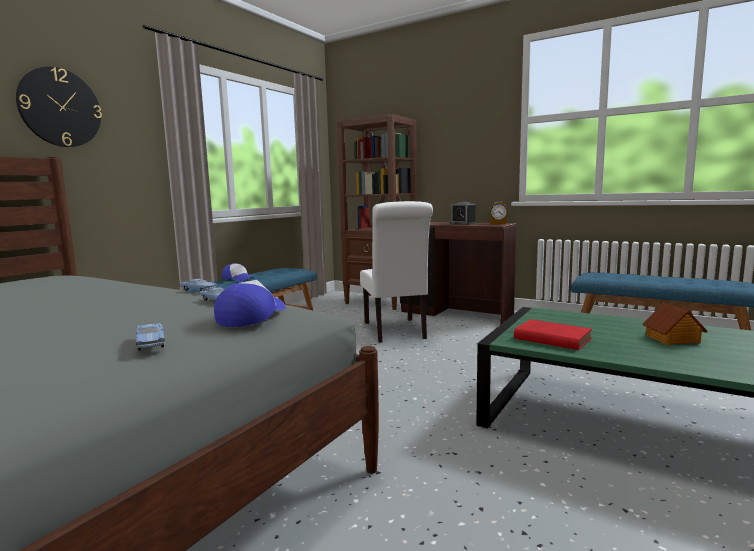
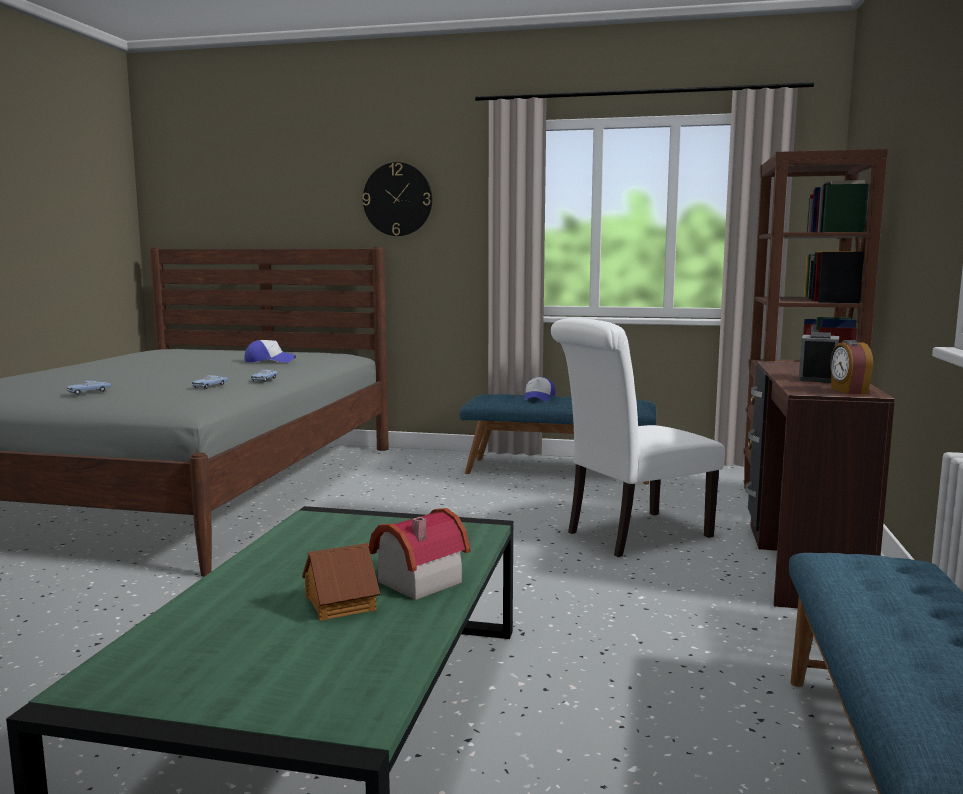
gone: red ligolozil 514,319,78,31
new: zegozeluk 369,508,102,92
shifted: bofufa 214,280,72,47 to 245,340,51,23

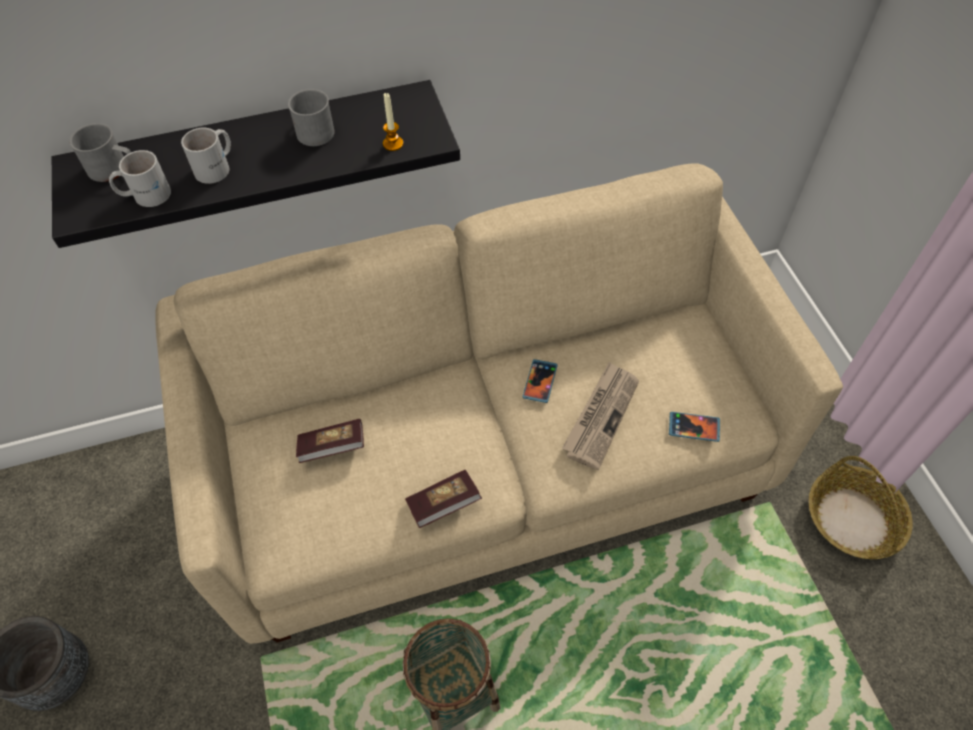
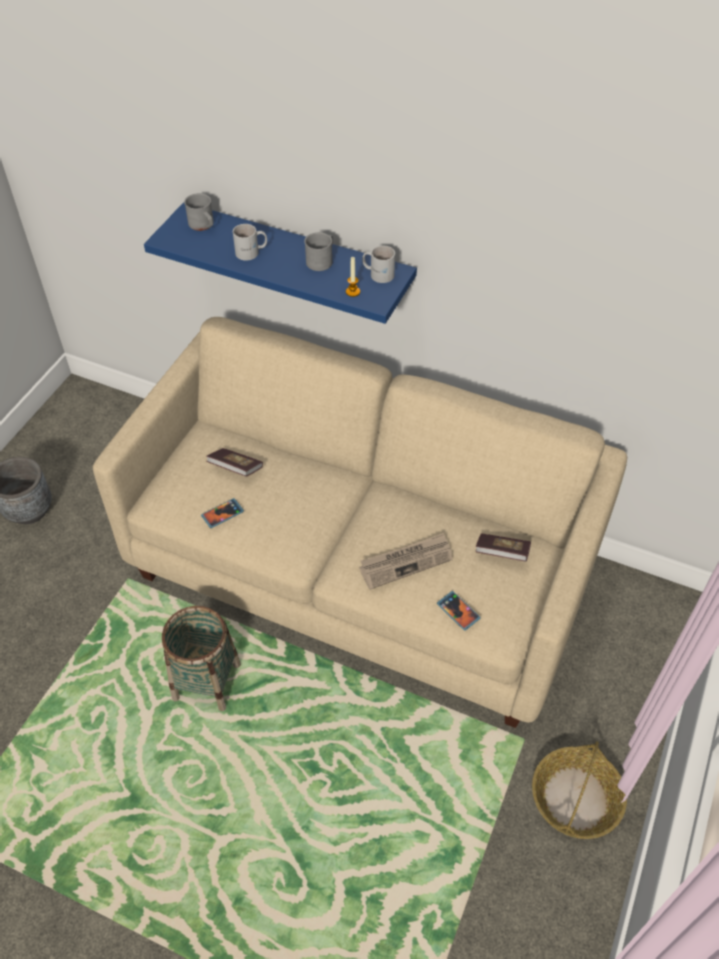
shifted: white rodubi 109,150,62,57 to 362,246,33,37; ligolozil 405,470,77,58 to 475,533,56,29; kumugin 523,359,34,44 to 201,498,43,30
repainted: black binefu 52,80,408,168 to blue binefu 144,202,273,122

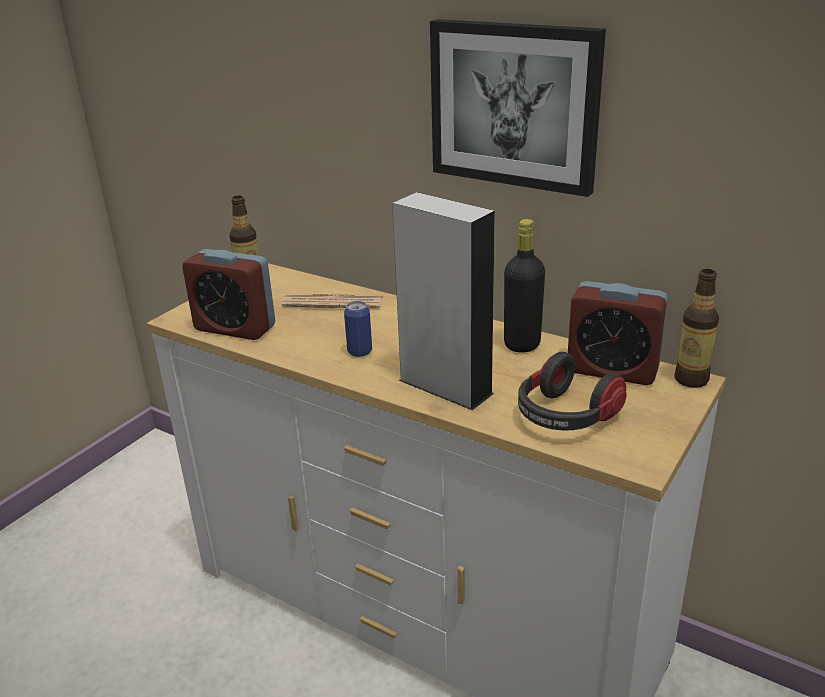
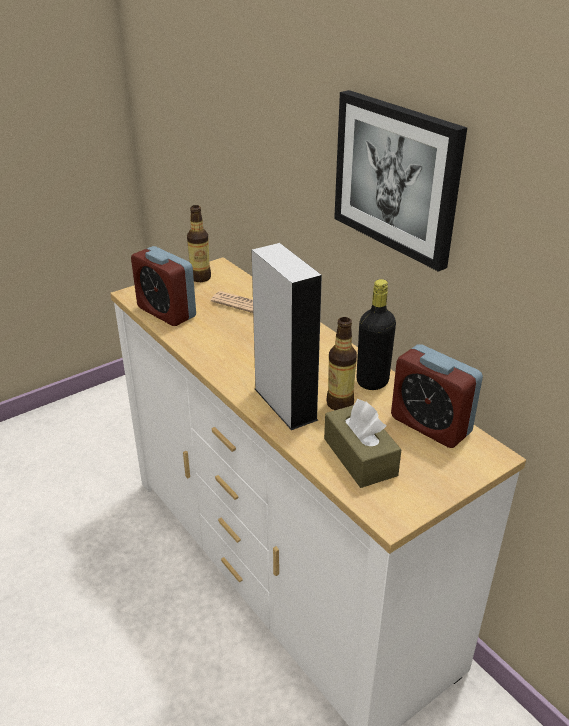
gone: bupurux 344,301,28,56
shifted: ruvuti 674,269,45,119 to 326,317,31,93
swapped: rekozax 518,352,108,79 to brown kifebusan 324,399,78,89

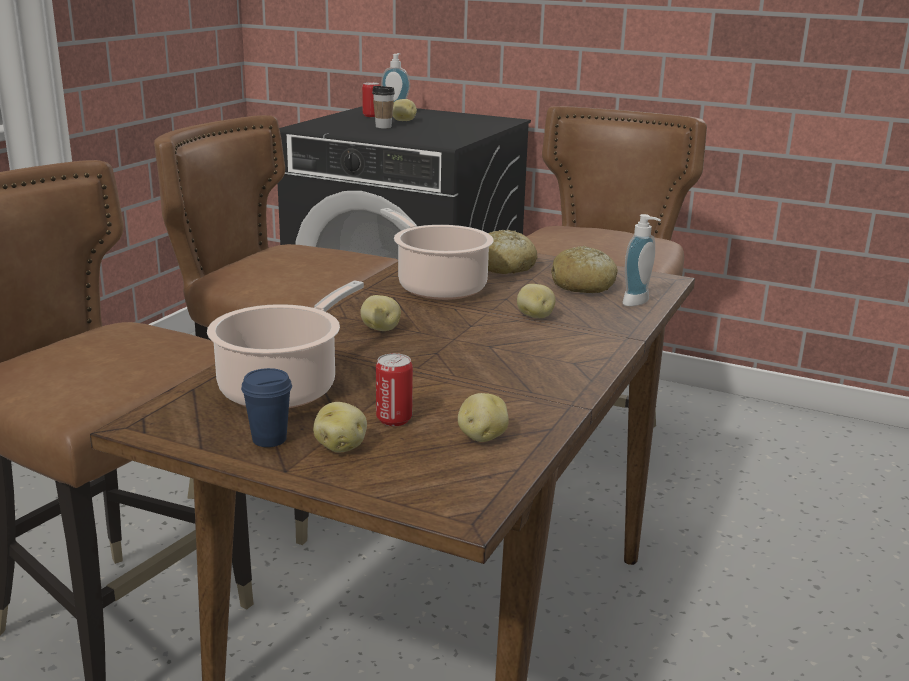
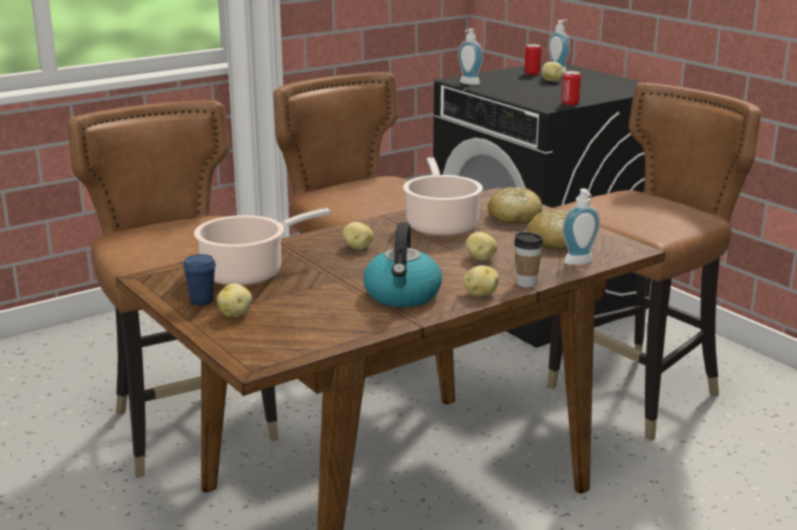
new: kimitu 363,222,79,85; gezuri 458,29,25,56
shifted: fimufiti 372,86,23,42 to 514,232,29,55; bupurux 376,353,37,73 to 562,71,19,35; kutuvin 458,393,51,49 to 463,265,36,32

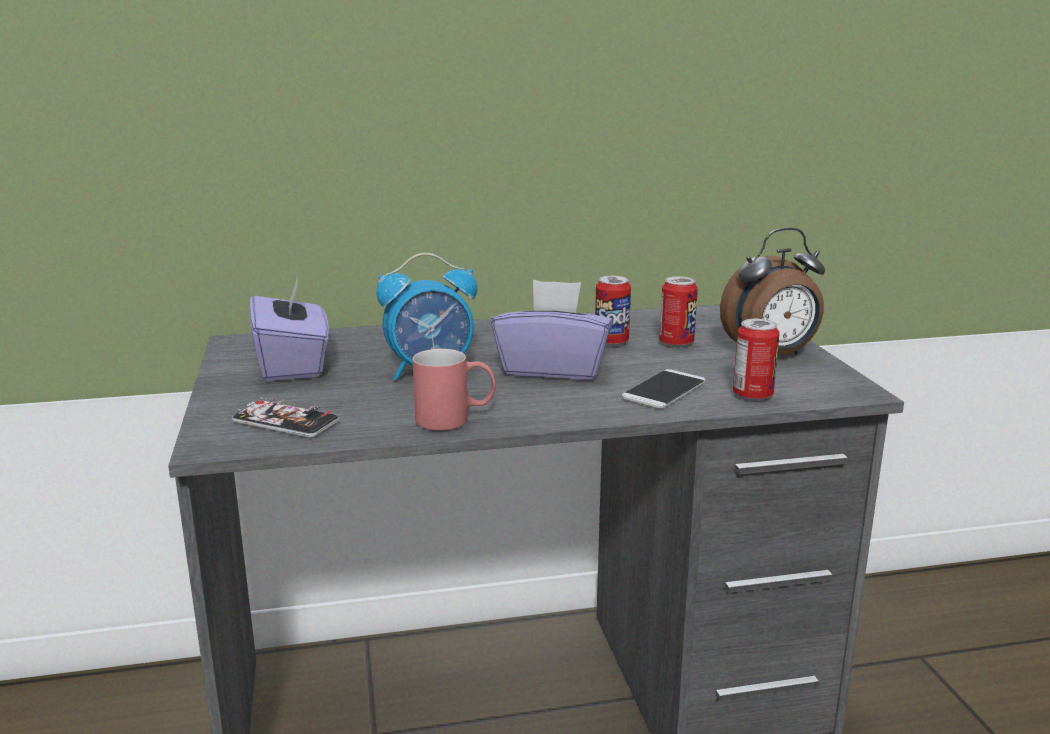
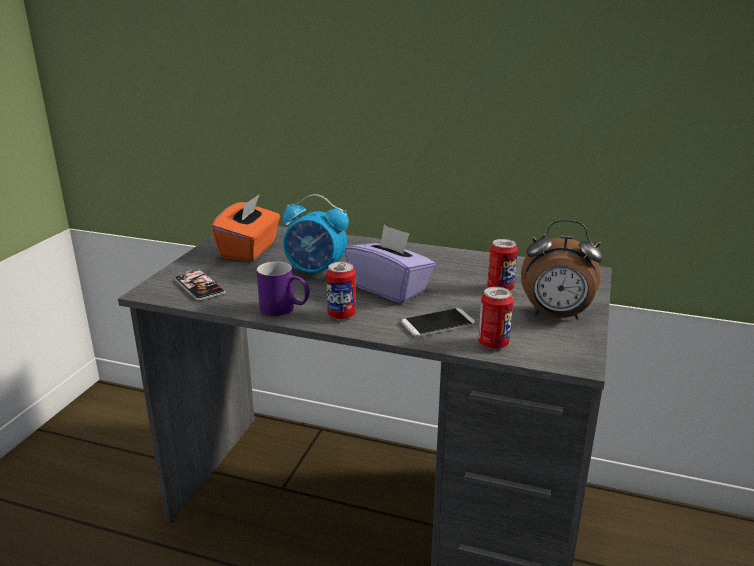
shifted: bupurux 595,276,36,70 to 326,262,30,58
repainted: purple kifebusan 249,276,80,105 to orange kifebusan 211,194,69,67; red rodubi 412,349,84,82 to purple rodubi 257,262,53,54

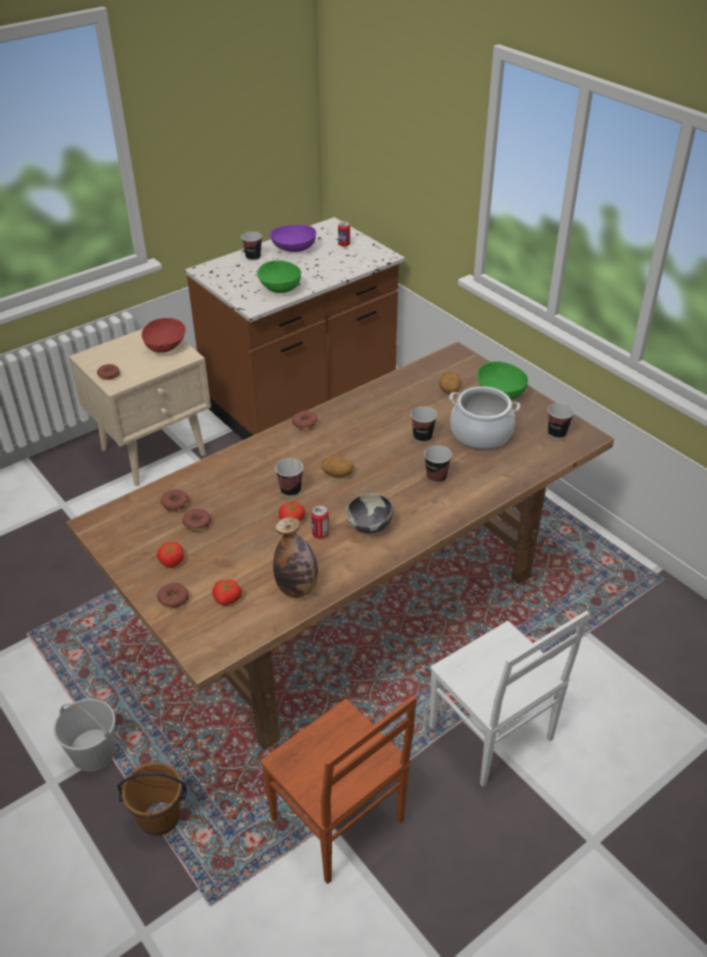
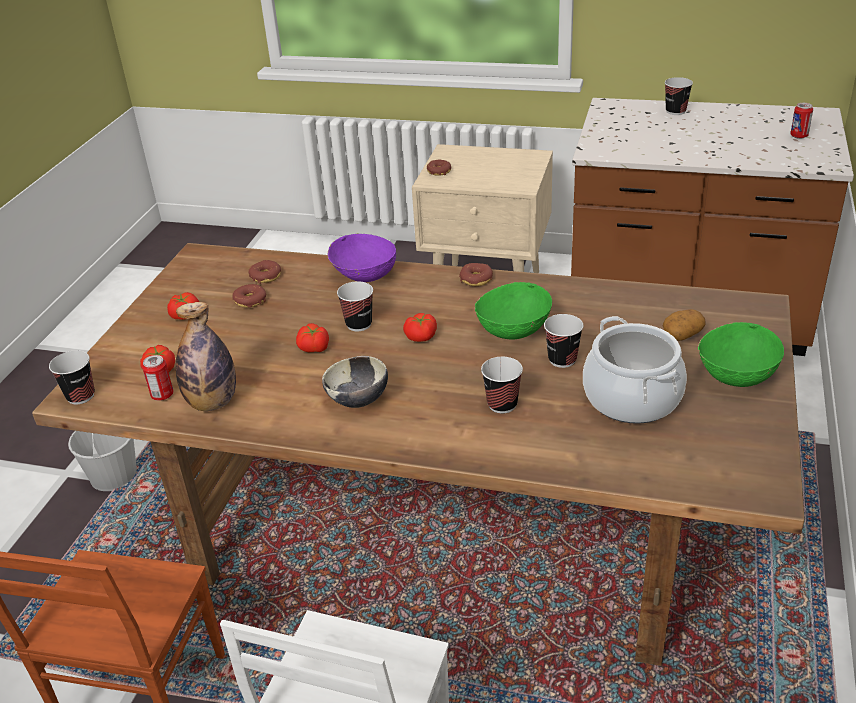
gone: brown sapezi 117,762,70,74; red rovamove 142,318,44,35; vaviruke 157,583,32,26
shifted: green rovamove 257,260,44,33 to 474,282,78,58; purple rovamove 270,225,46,27 to 327,234,69,48; bupurux 311,505,18,34 to 142,355,32,46; fimufiti 548,403,26,36 to 49,350,46,54
swapped: kutuvin 321,457,33,20 to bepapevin 403,313,34,29

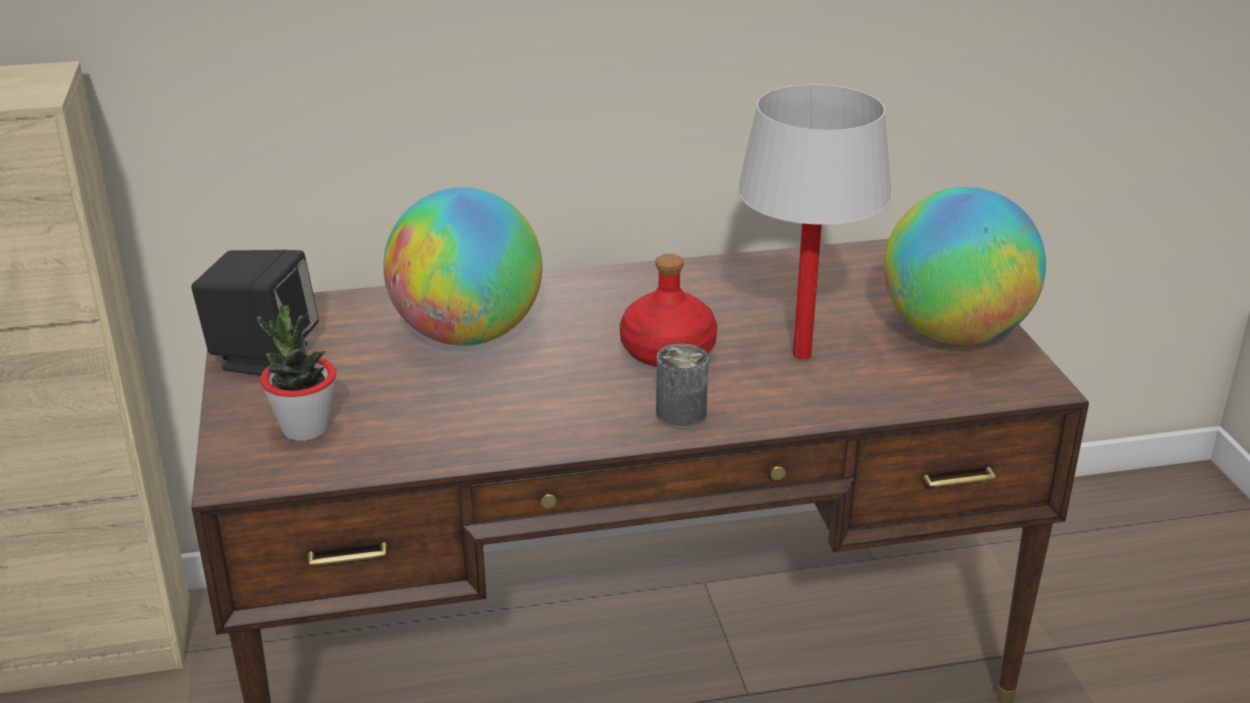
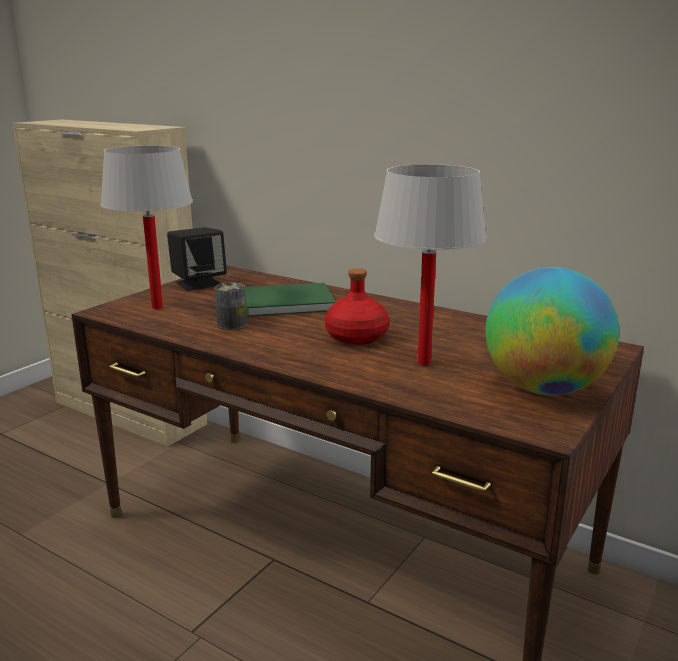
shifted: bupurux 656,344,53,84 to 215,282,32,48
swapped: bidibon 257,305,79,136 to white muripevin 100,146,93,163; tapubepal 383,188,159,158 to green ligolozil 245,283,91,33

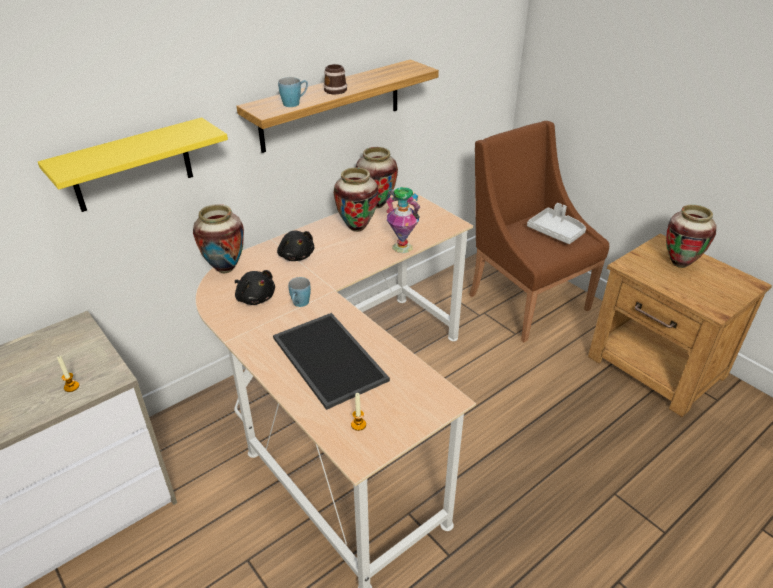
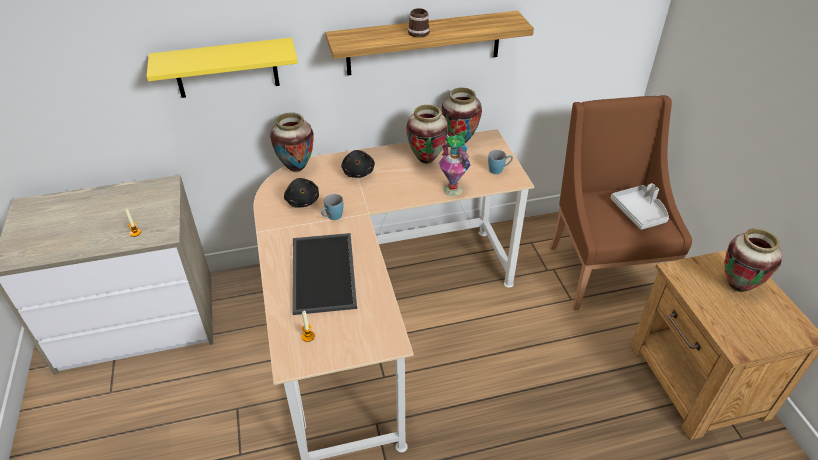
shifted: blue rodubi 278,77,30,30 to 488,150,25,24

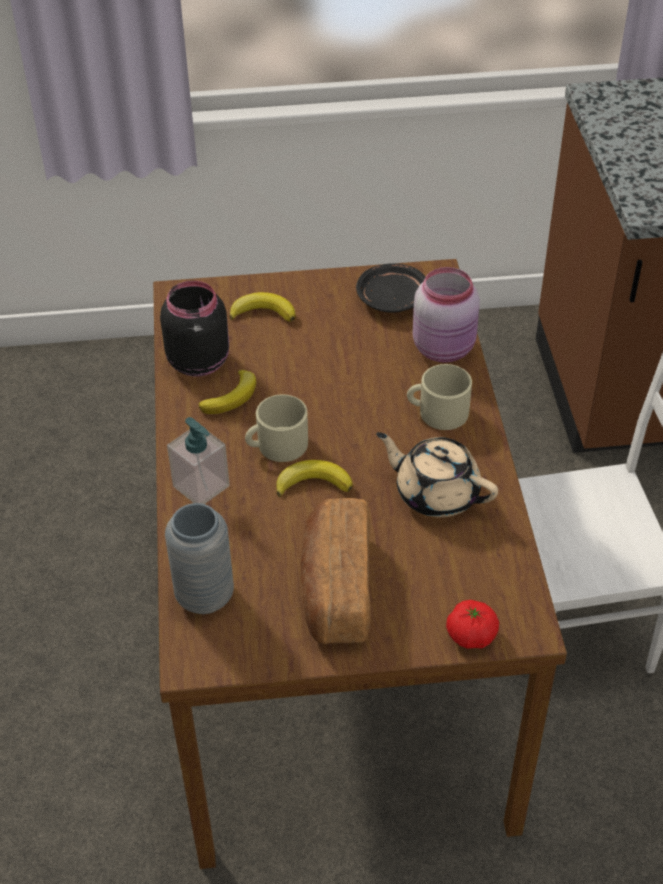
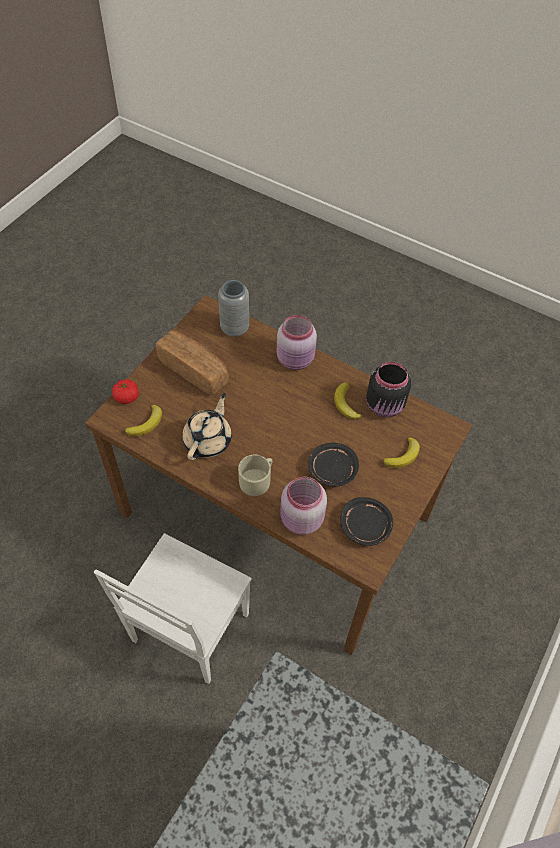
gone: beige rodubi 245,395,63,67
new: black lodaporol 308,443,51,44
shifted: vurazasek 277,460,76,37 to 125,405,37,31
swapped: gezuri 167,417,63,87 to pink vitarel 277,315,40,55
rotated: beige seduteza 376,432,122,85 = 182,393,50,67 45 degrees counterclockwise

